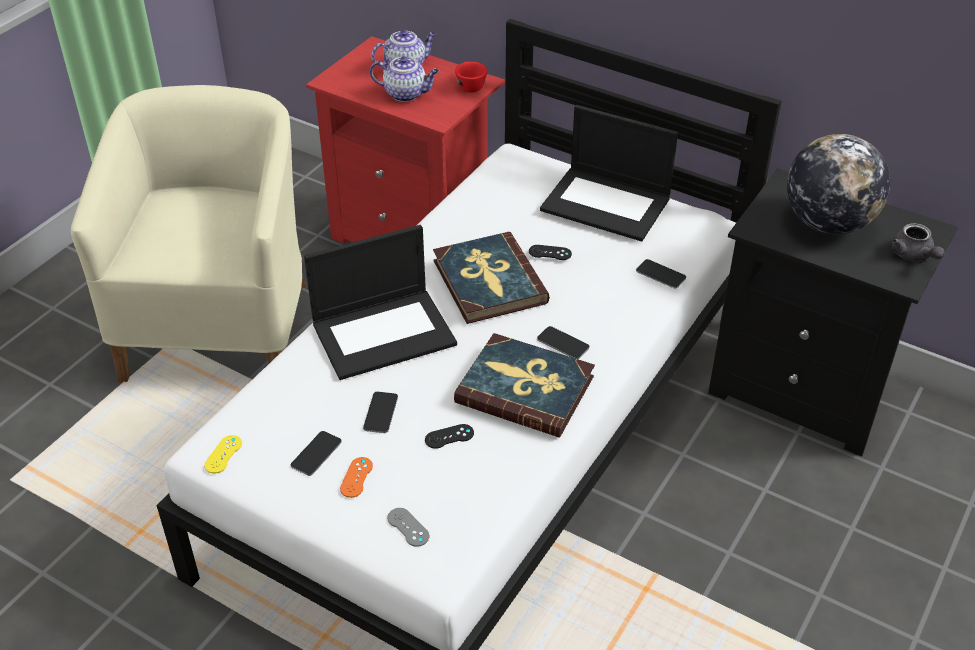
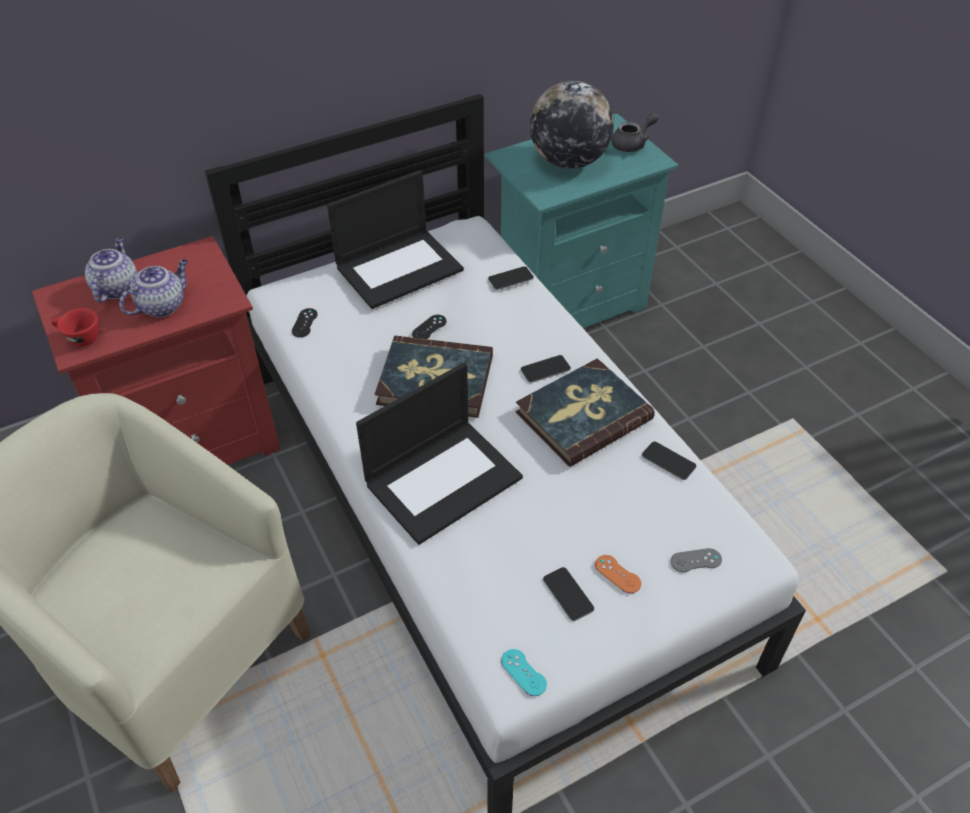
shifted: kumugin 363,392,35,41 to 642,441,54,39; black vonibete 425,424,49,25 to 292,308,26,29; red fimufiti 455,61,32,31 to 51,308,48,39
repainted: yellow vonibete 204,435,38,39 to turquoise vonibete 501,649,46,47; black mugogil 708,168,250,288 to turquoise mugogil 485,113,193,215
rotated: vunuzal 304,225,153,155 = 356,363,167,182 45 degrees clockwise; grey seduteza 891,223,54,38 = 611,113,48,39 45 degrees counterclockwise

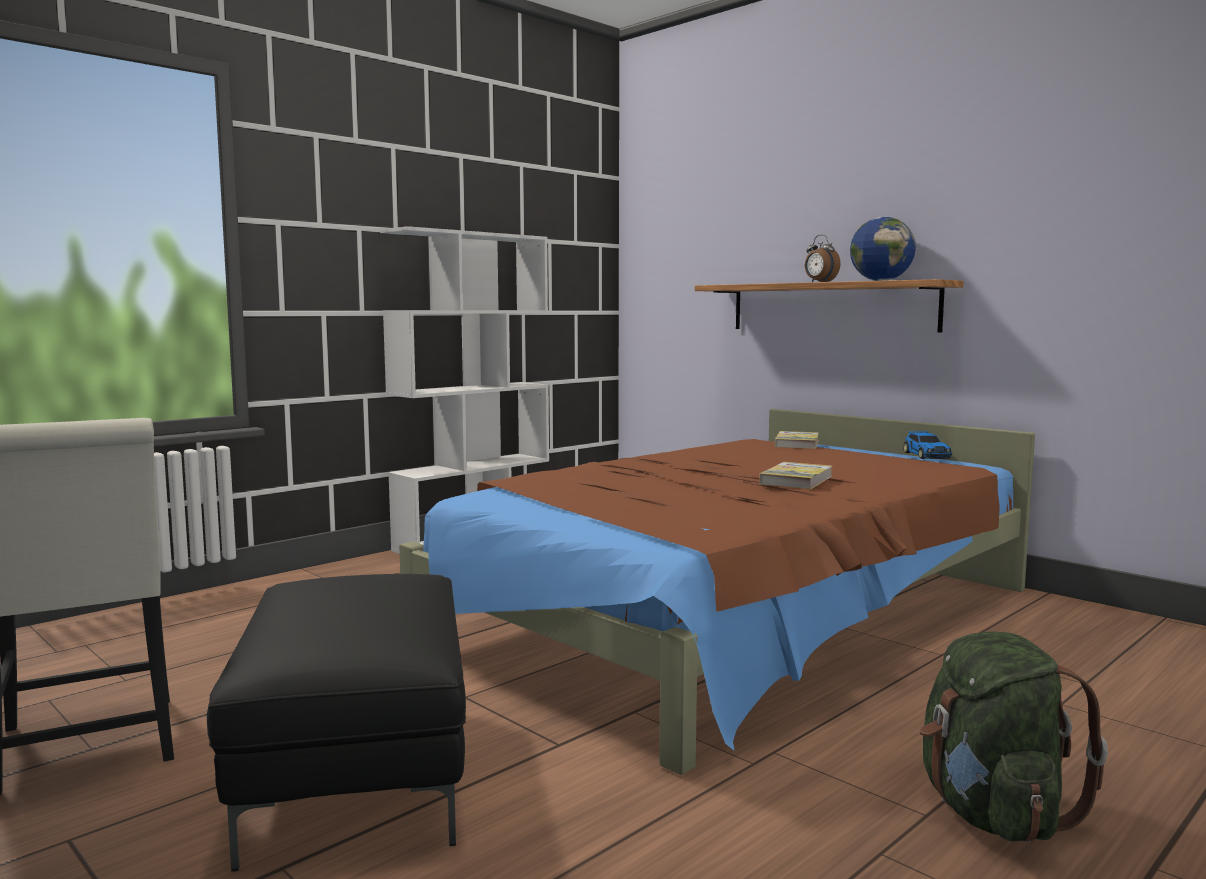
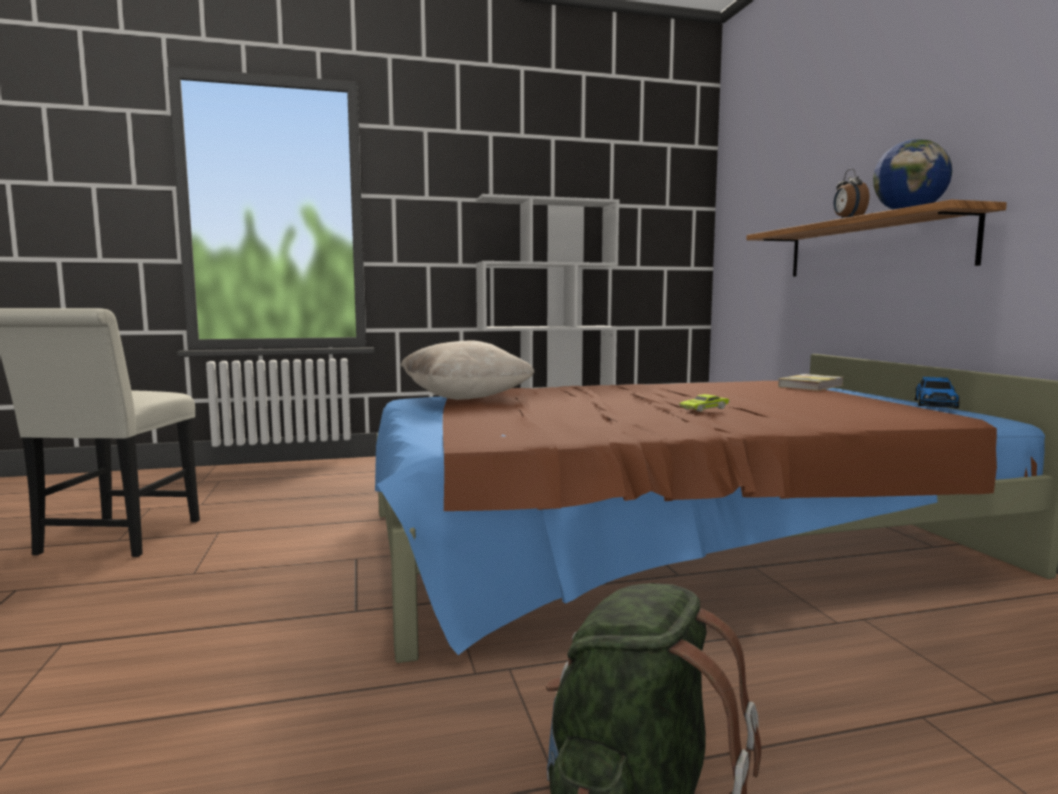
gone: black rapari 207,574,259,298
new: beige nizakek 400,340,134,60
swapped: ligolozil 759,462,73,27 to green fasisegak 679,394,51,18

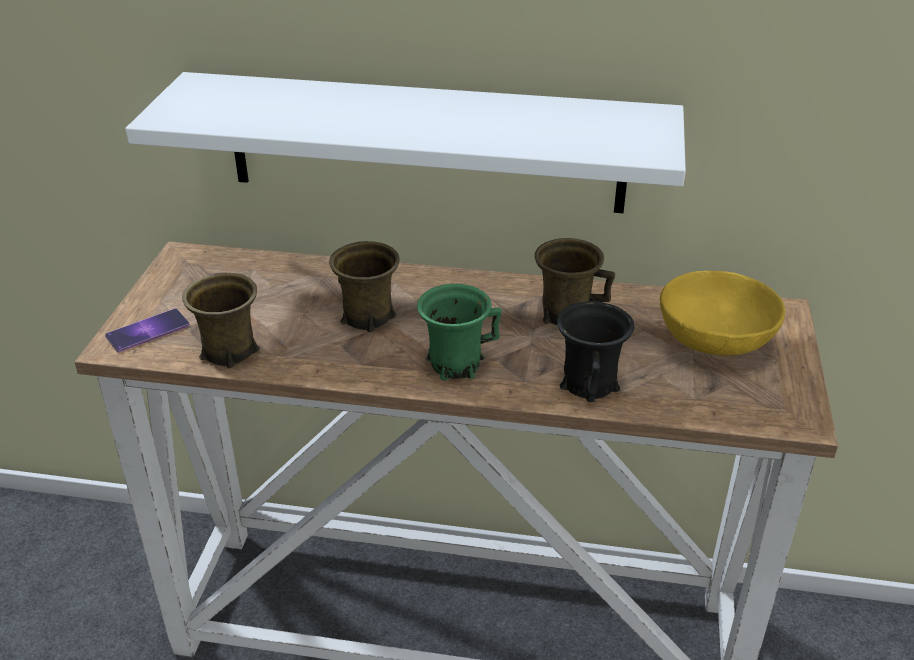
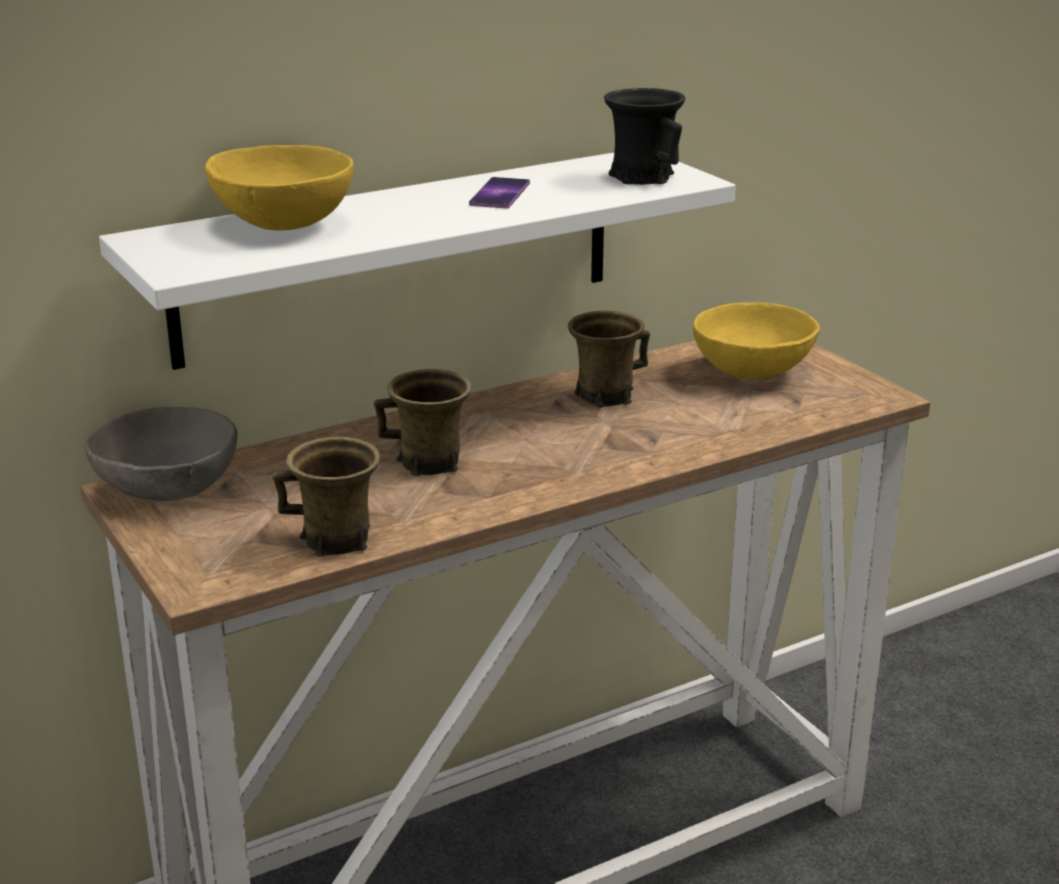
gone: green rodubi 417,284,85,97
new: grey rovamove 85,407,153,94; yellow rovamove 205,145,148,86
shifted: kumugin 105,309,85,43 to 469,177,61,31; black rodubi 557,301,77,101 to 604,88,81,96

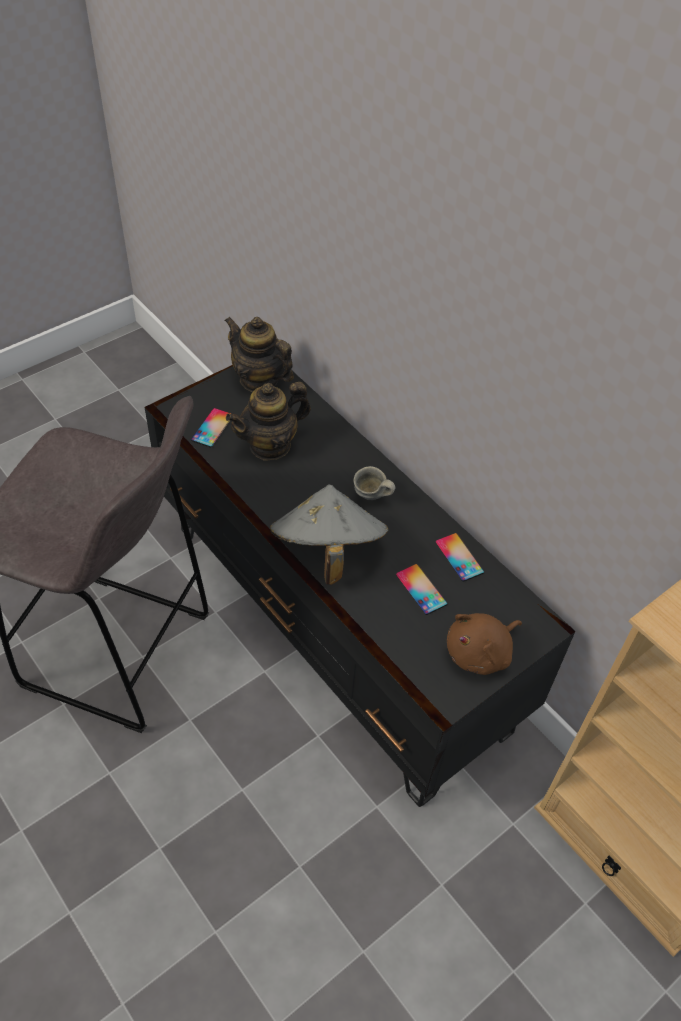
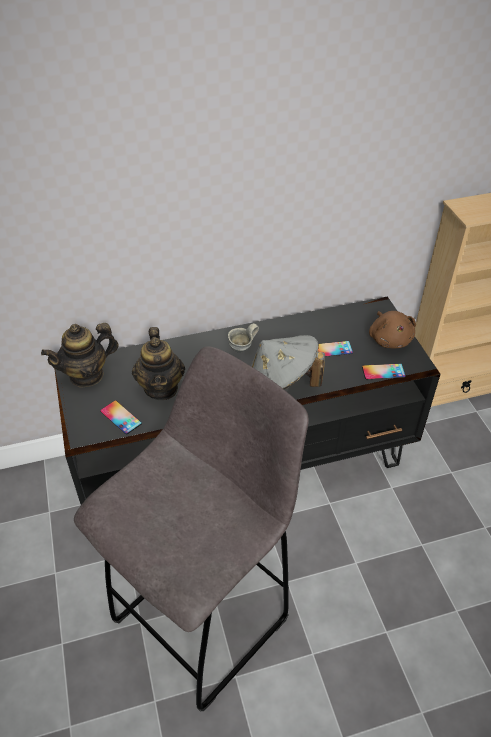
shifted: kumugin 435,533,49,49 to 362,363,44,16

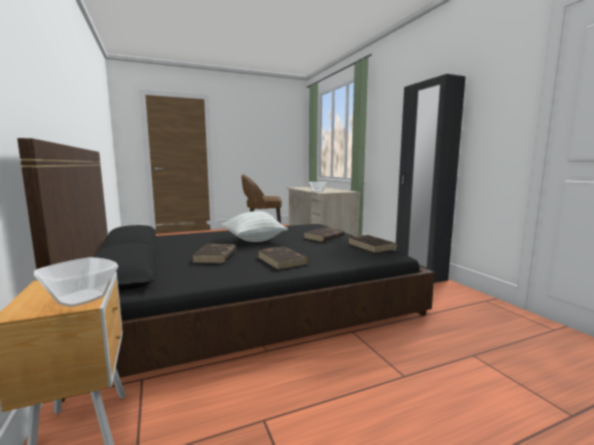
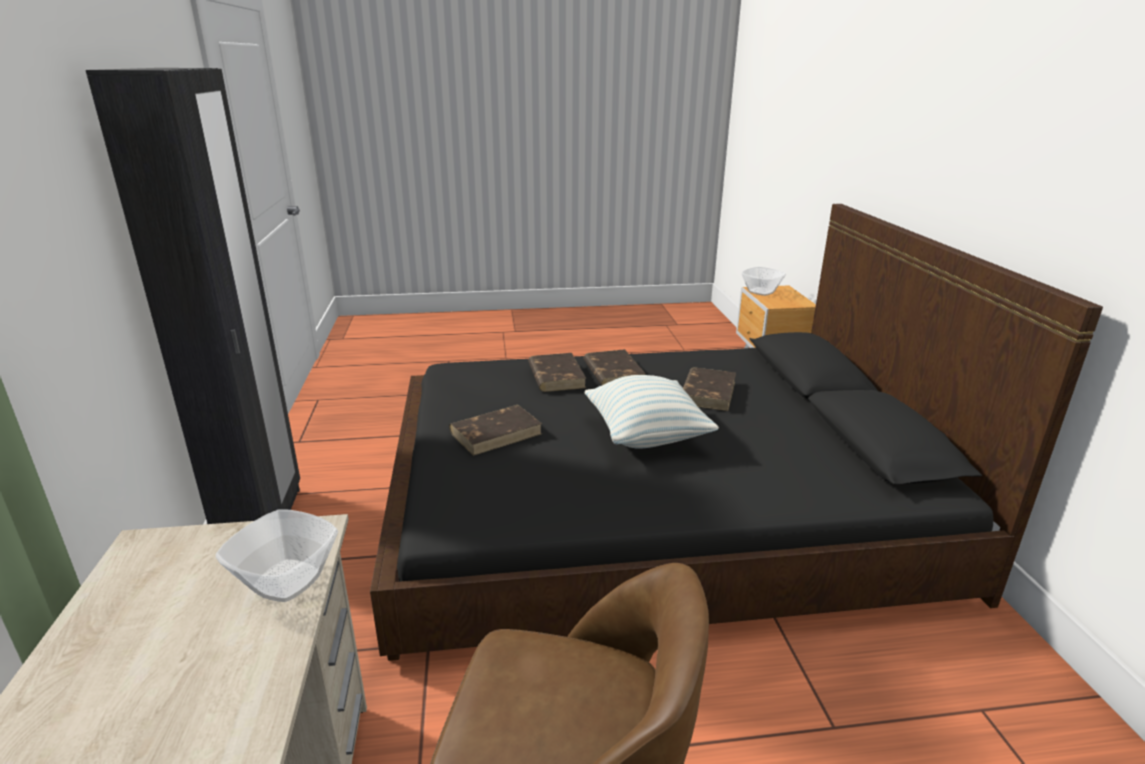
shifted: brown ligolozil 348,235,50,18 to 528,353,59,39

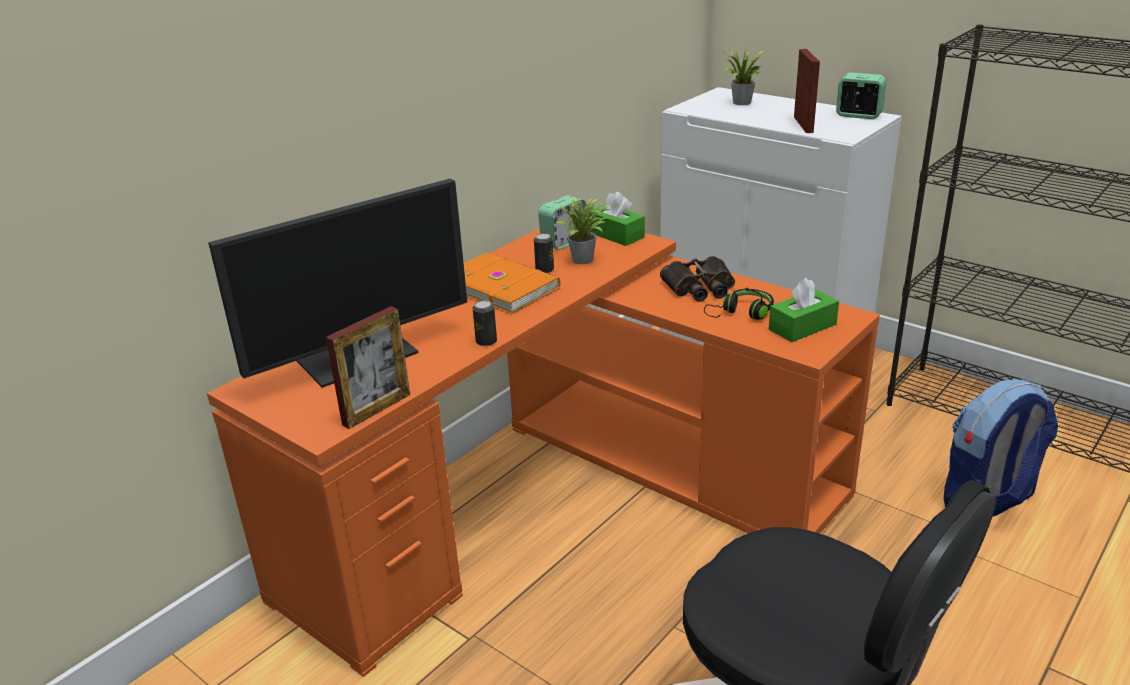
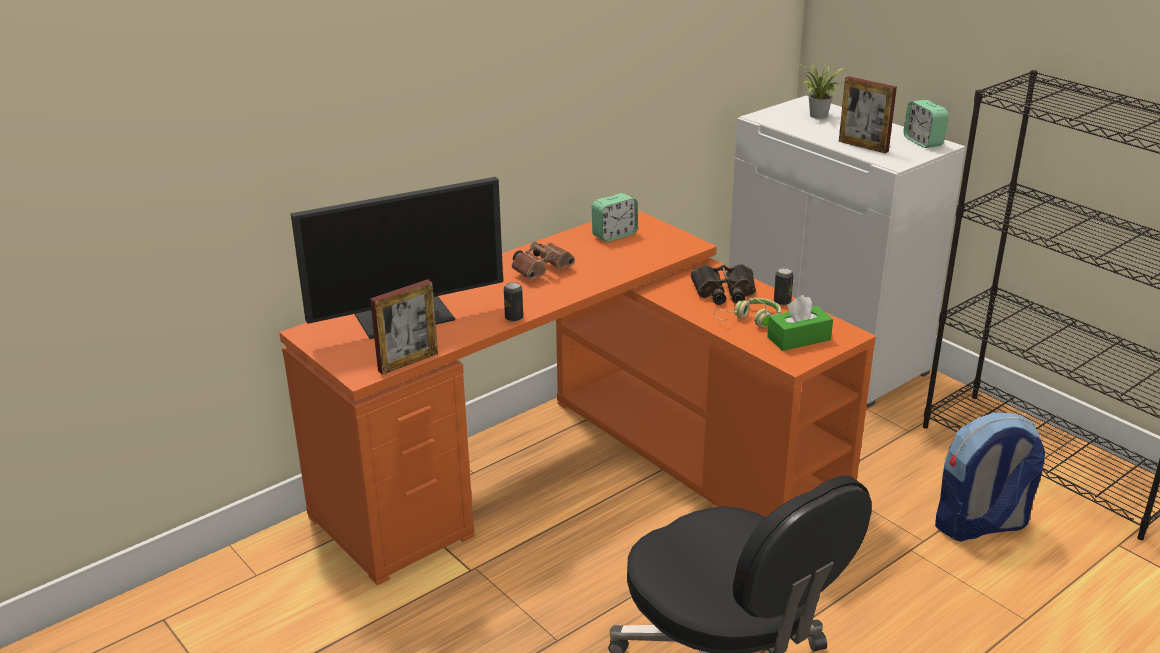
gone: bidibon 556,196,56,68; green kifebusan 588,192,57,54
shifted: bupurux 534,233,20,40 to 774,268,20,37
swapped: orange ligolozil 464,252,96,63 to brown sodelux 512,241,63,39
repainted: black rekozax 704,288,70,32 to beige rekozax 714,297,67,31
rotated: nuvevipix 794,49,26,84 = 839,76,58,77 120 degrees clockwise; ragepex 836,72,51,47 = 904,100,45,48 150 degrees counterclockwise

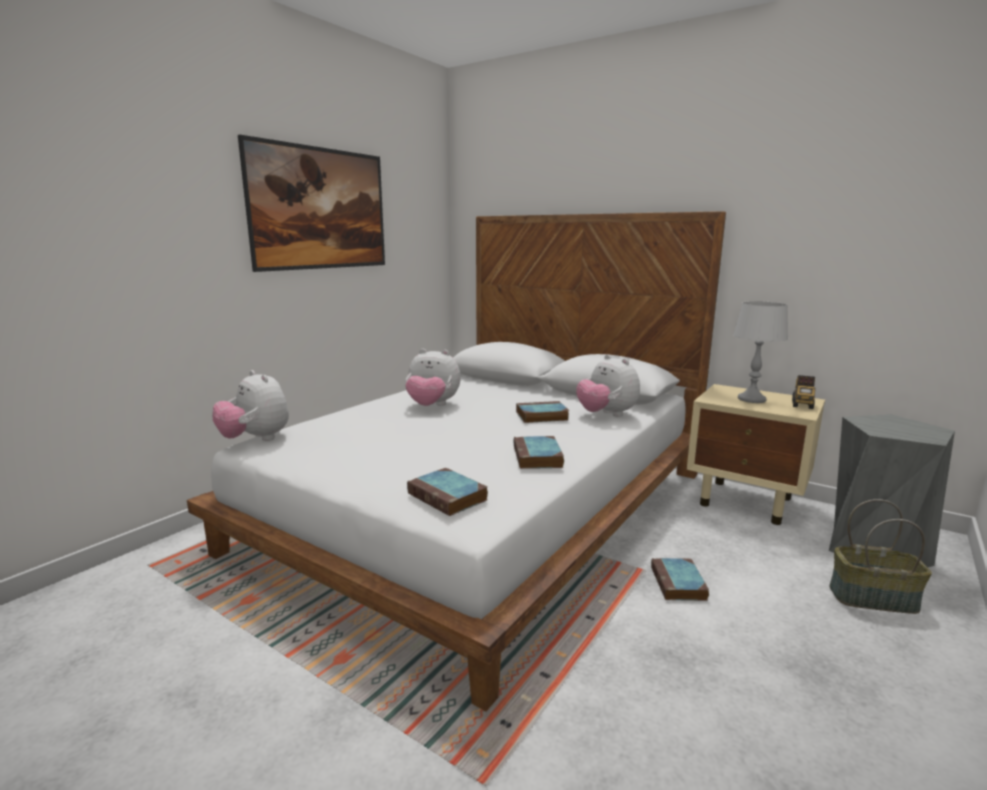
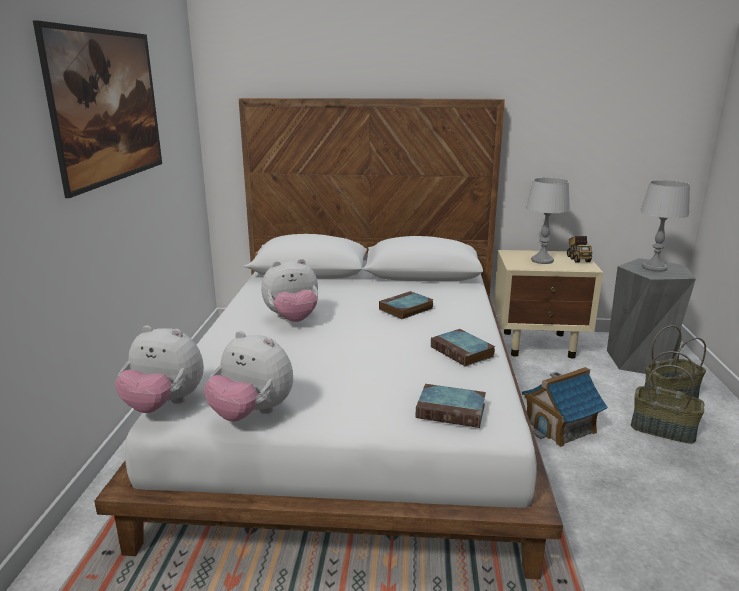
new: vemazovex 631,351,73,93; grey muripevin 640,180,50,92
shifted: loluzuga 576,354,64,63 to 204,331,89,91
swapped: ligolozil 651,558,58,43 to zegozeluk 522,367,86,80

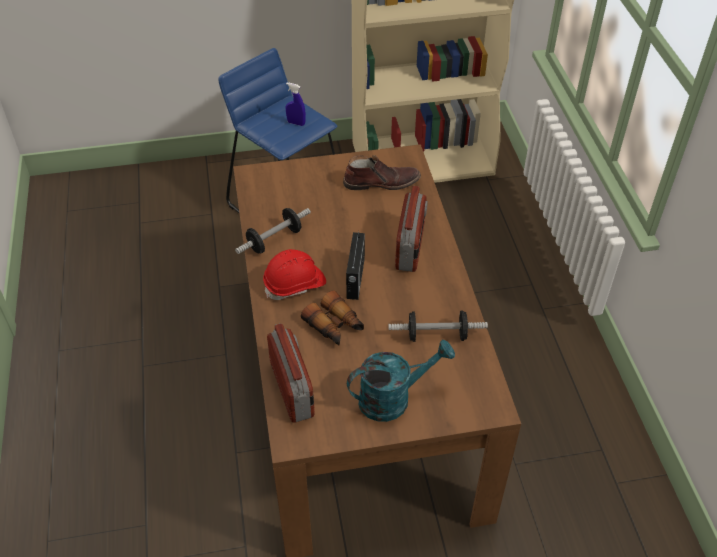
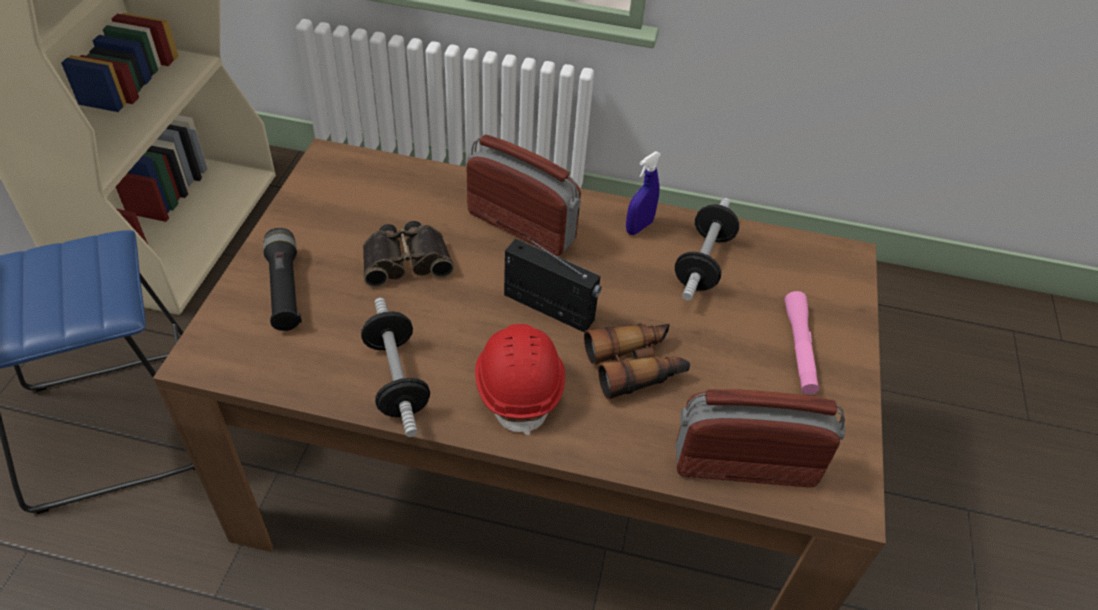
gone: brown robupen 343,155,78,35
new: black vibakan 263,228,39,103; sodelux 363,221,91,66
shifted: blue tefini 286,82,20,44 to 626,151,35,84
swapped: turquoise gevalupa 347,340,108,82 to pink vibakan 785,291,34,104

